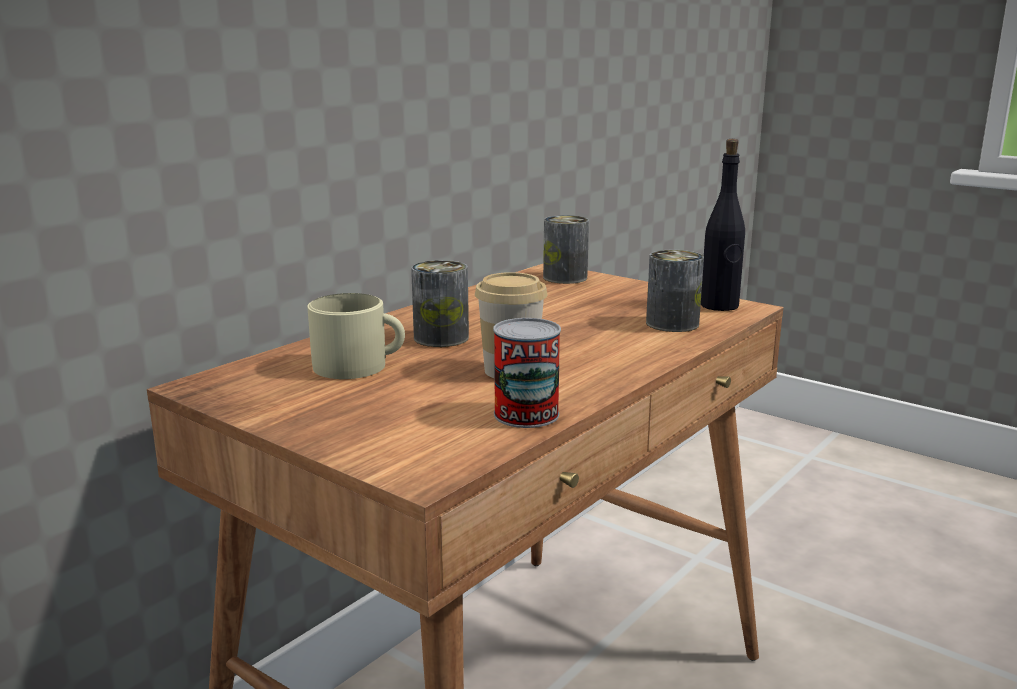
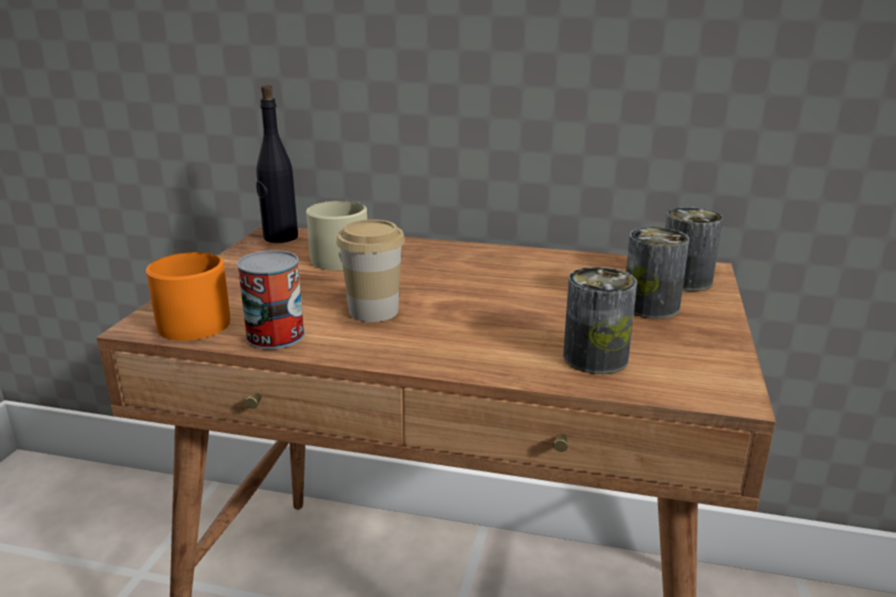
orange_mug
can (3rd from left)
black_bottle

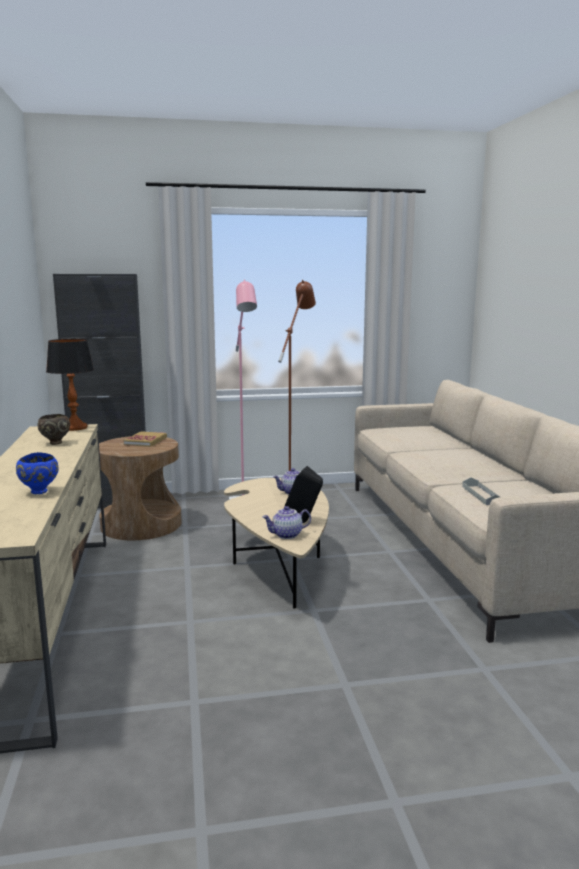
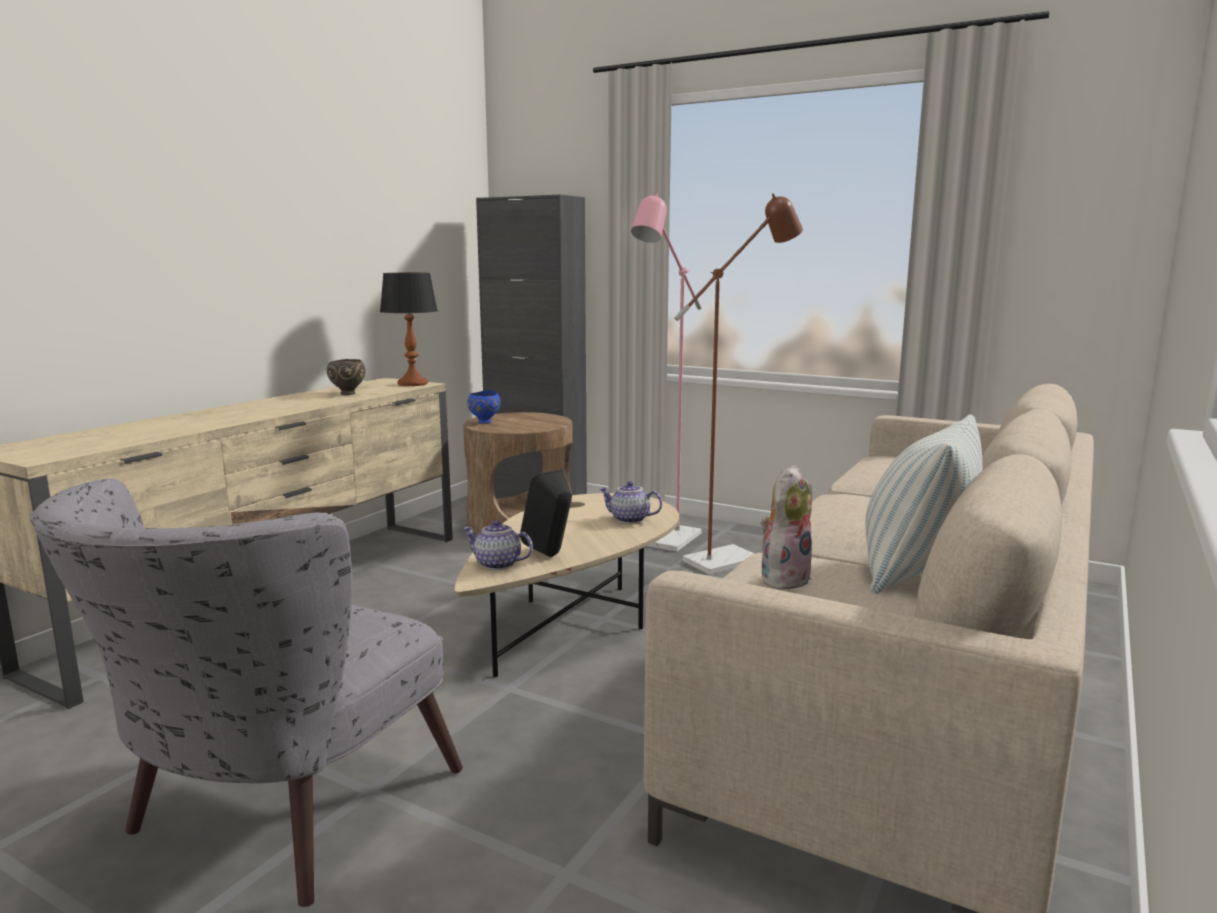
book
grey_armchair
pillow
blue_bowl
plush_toy

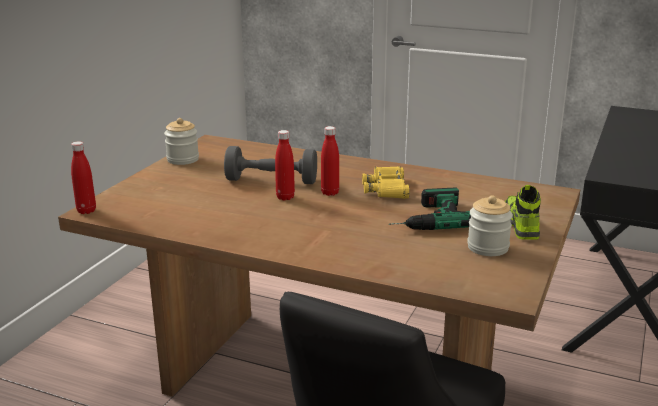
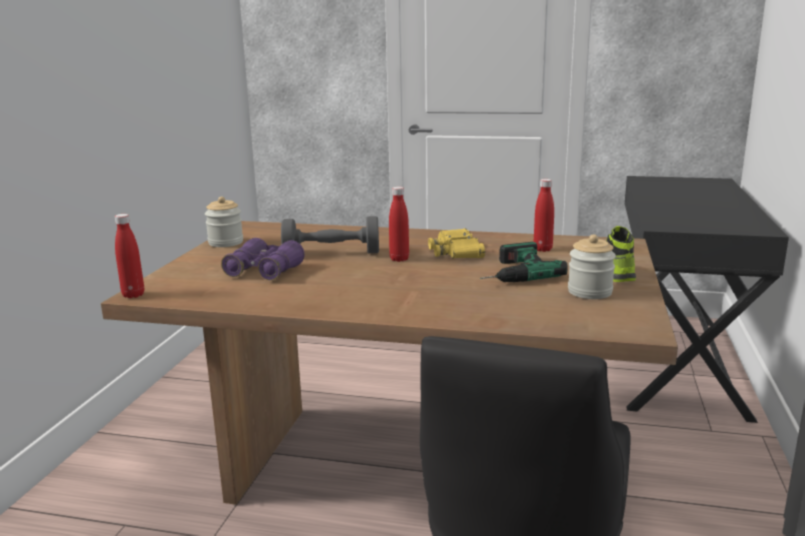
purple_binoculars
red_bottle (3rd from left)

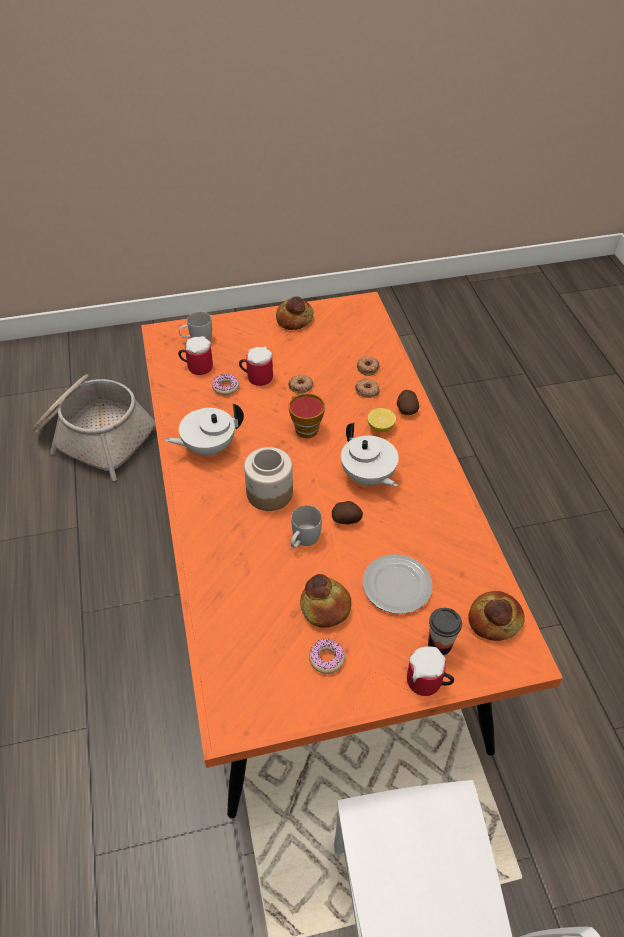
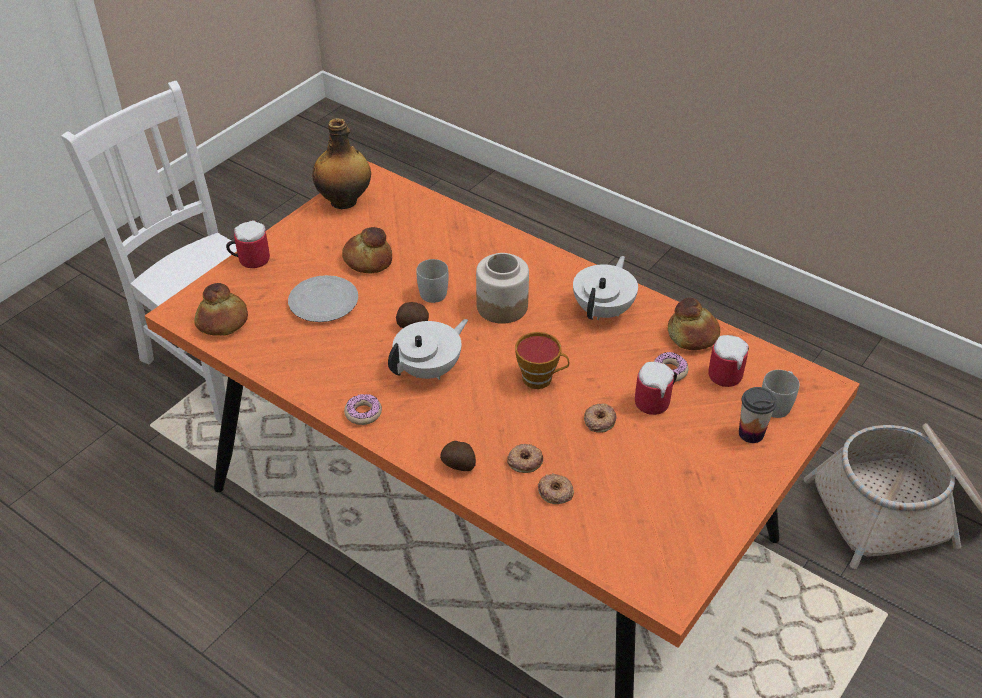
lemon
bottle
bread (3rd from left)
donut (1st from left)
cup (2nd from left)
white_teapot (1st from left)

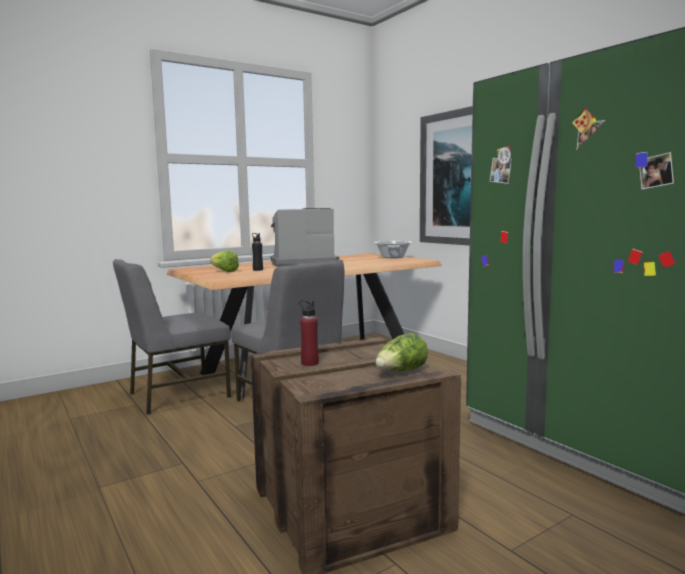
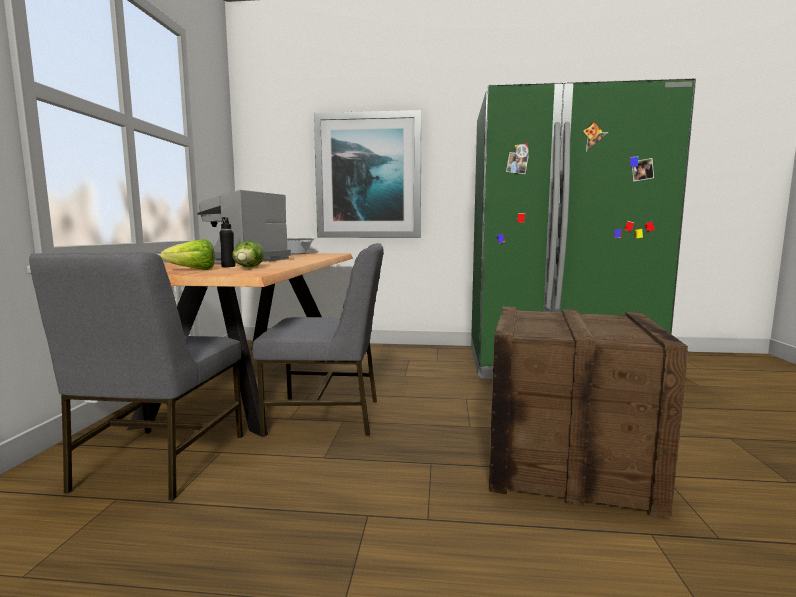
red_bottle
lettuce (2nd from left)

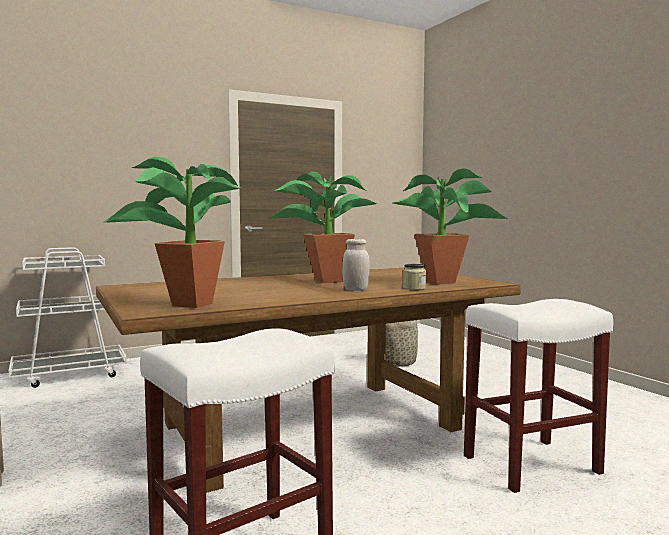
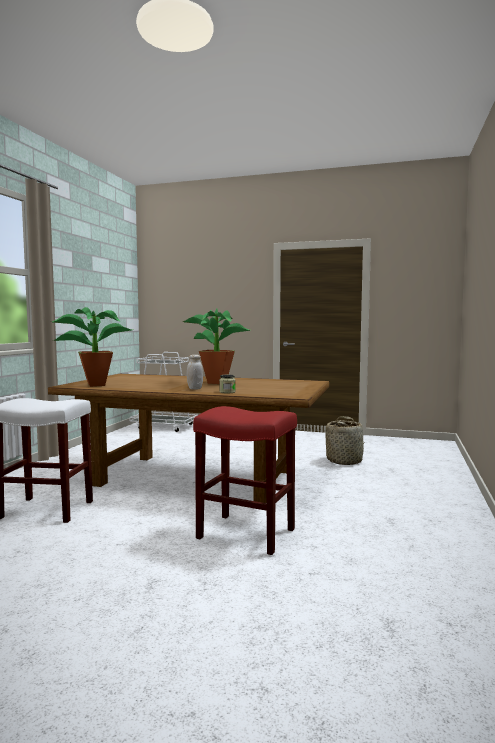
potted_plant (3rd from left in the first image)
red_stool

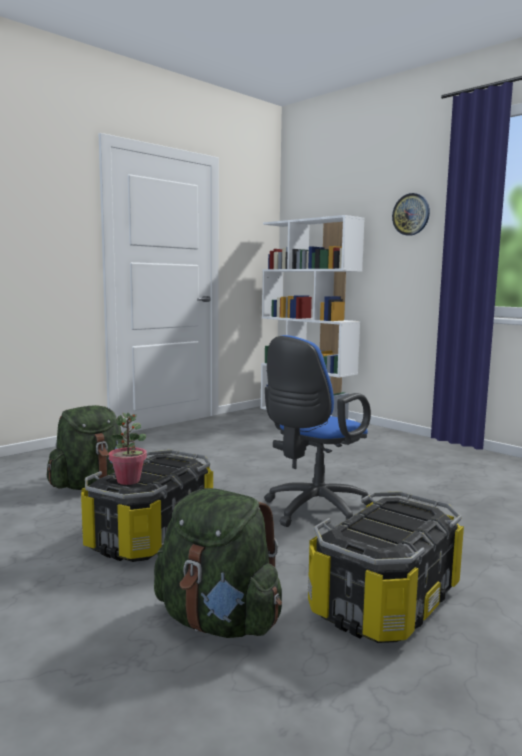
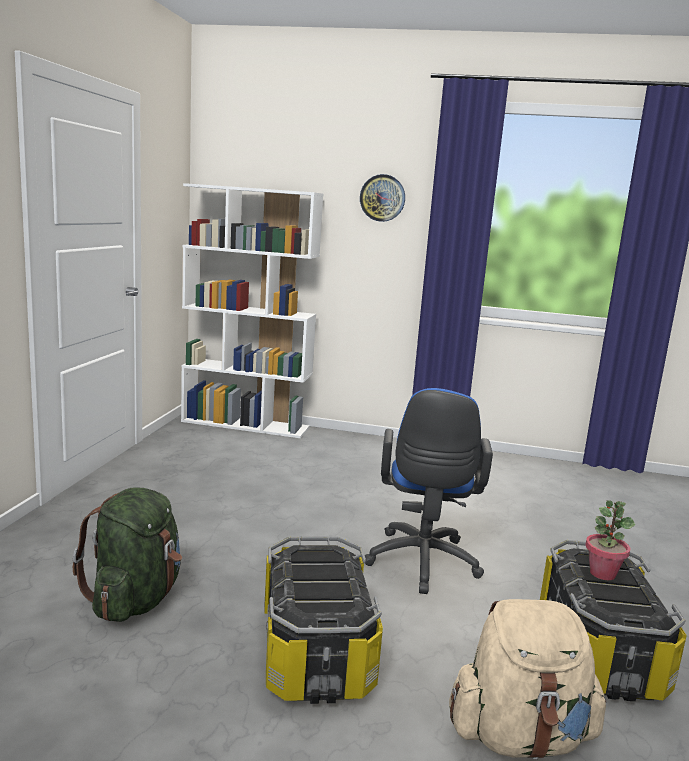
potted_plant
beige_backpack

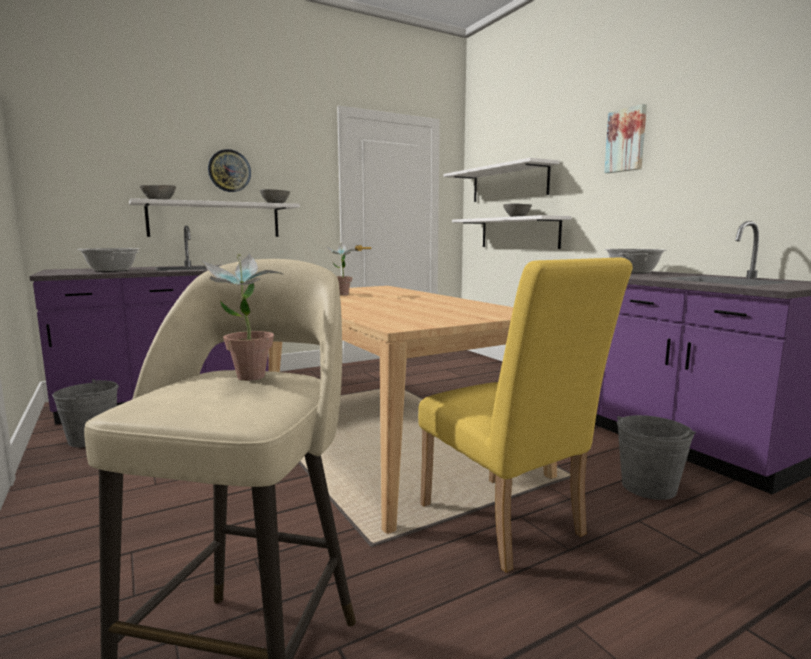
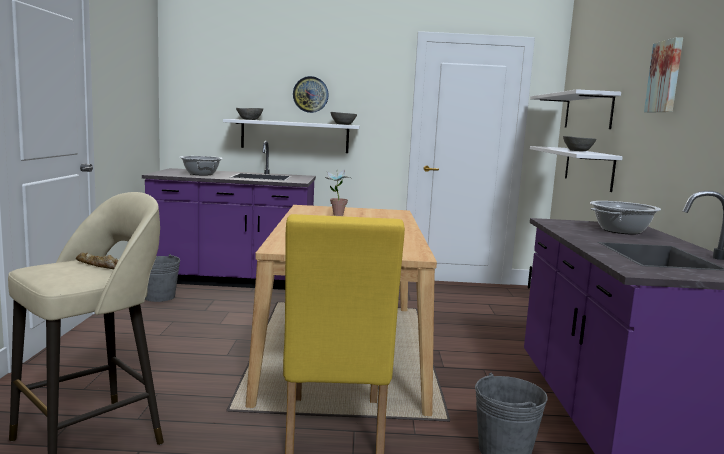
bread

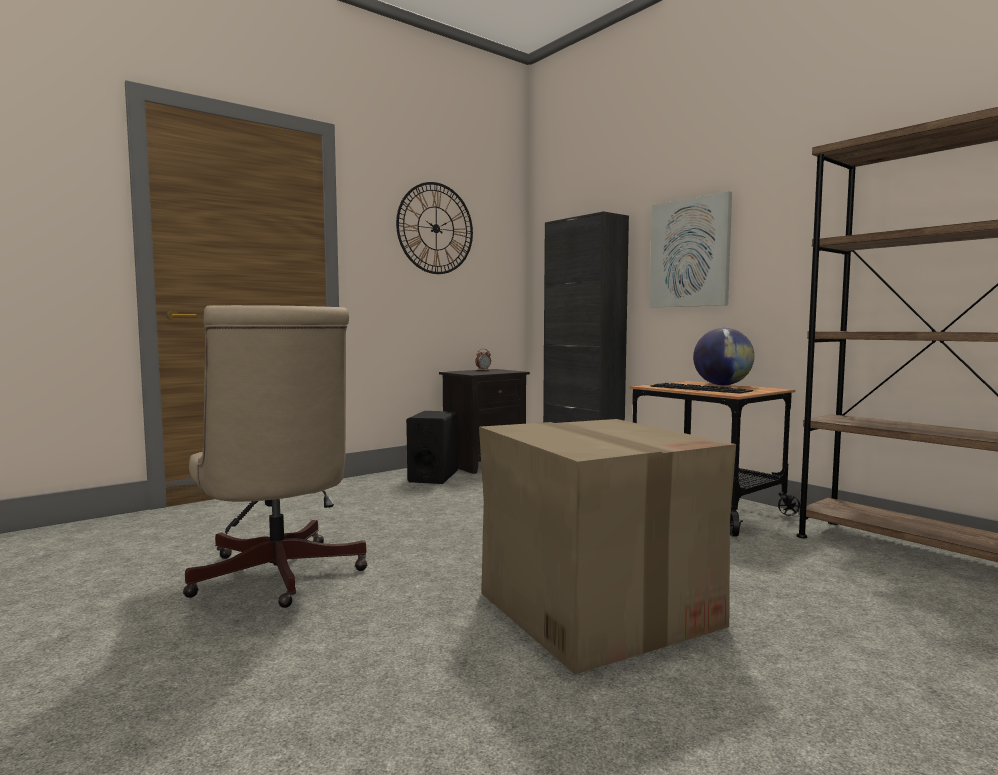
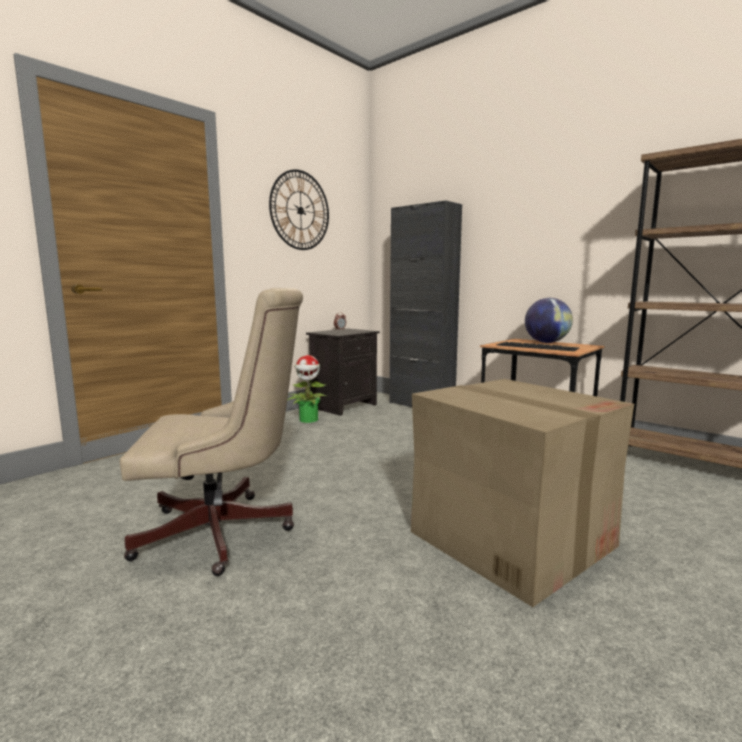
picture
potted_plant
beige_office_chair

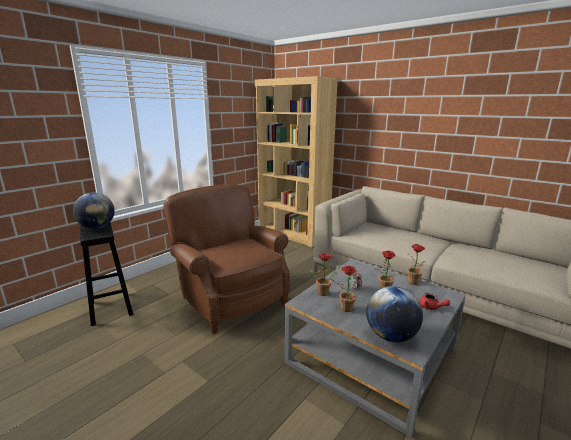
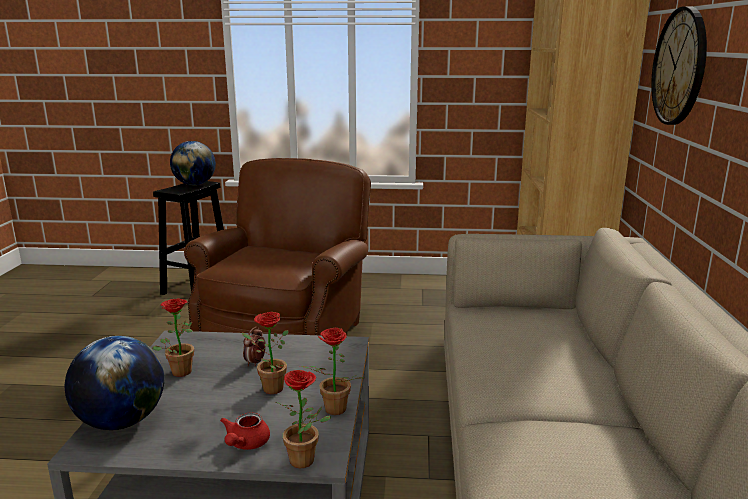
wall_clock
potted_plant (3rd from left)

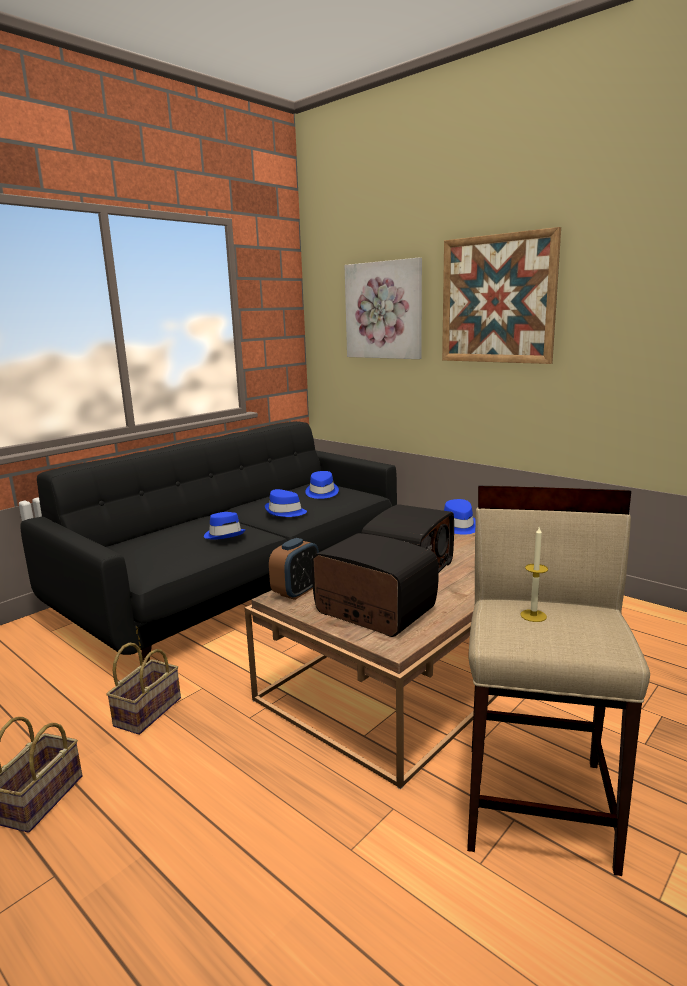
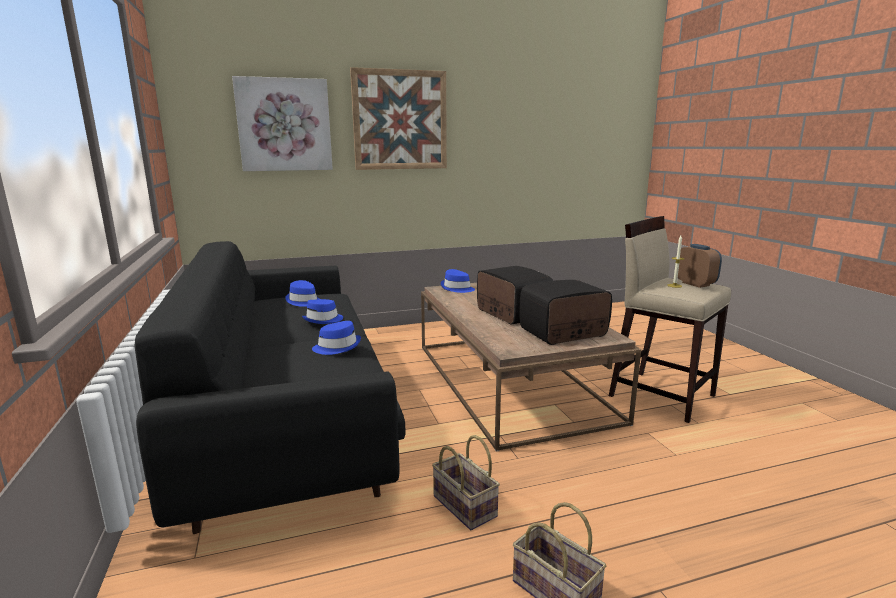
alarm_clock

